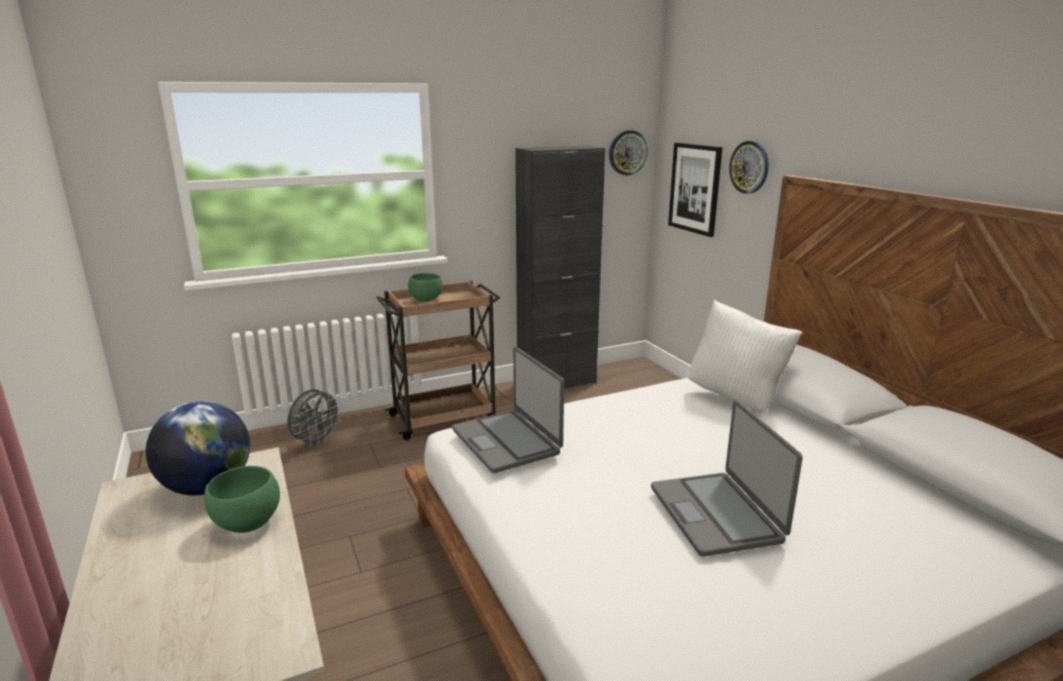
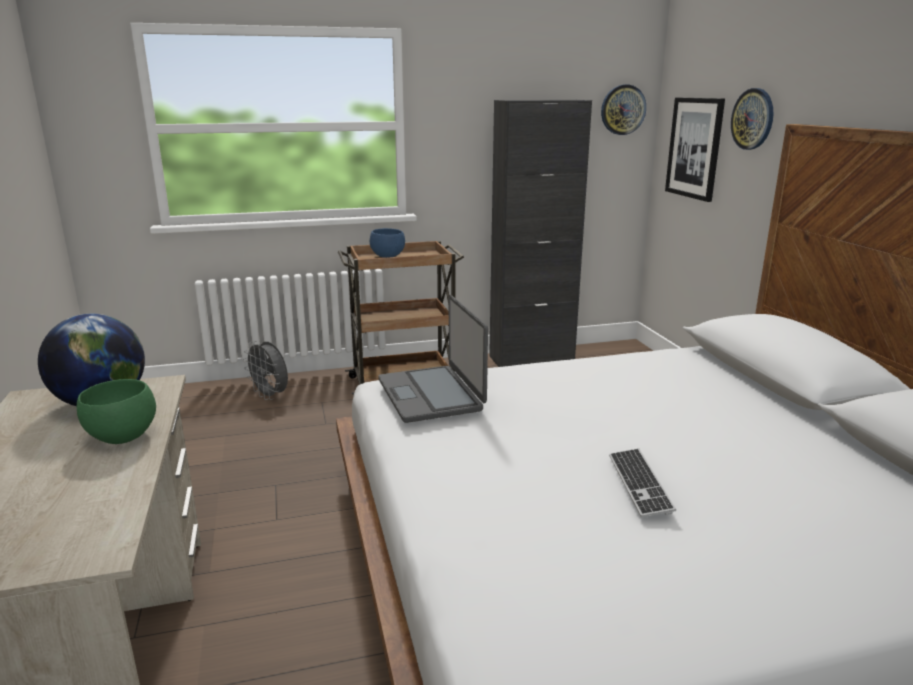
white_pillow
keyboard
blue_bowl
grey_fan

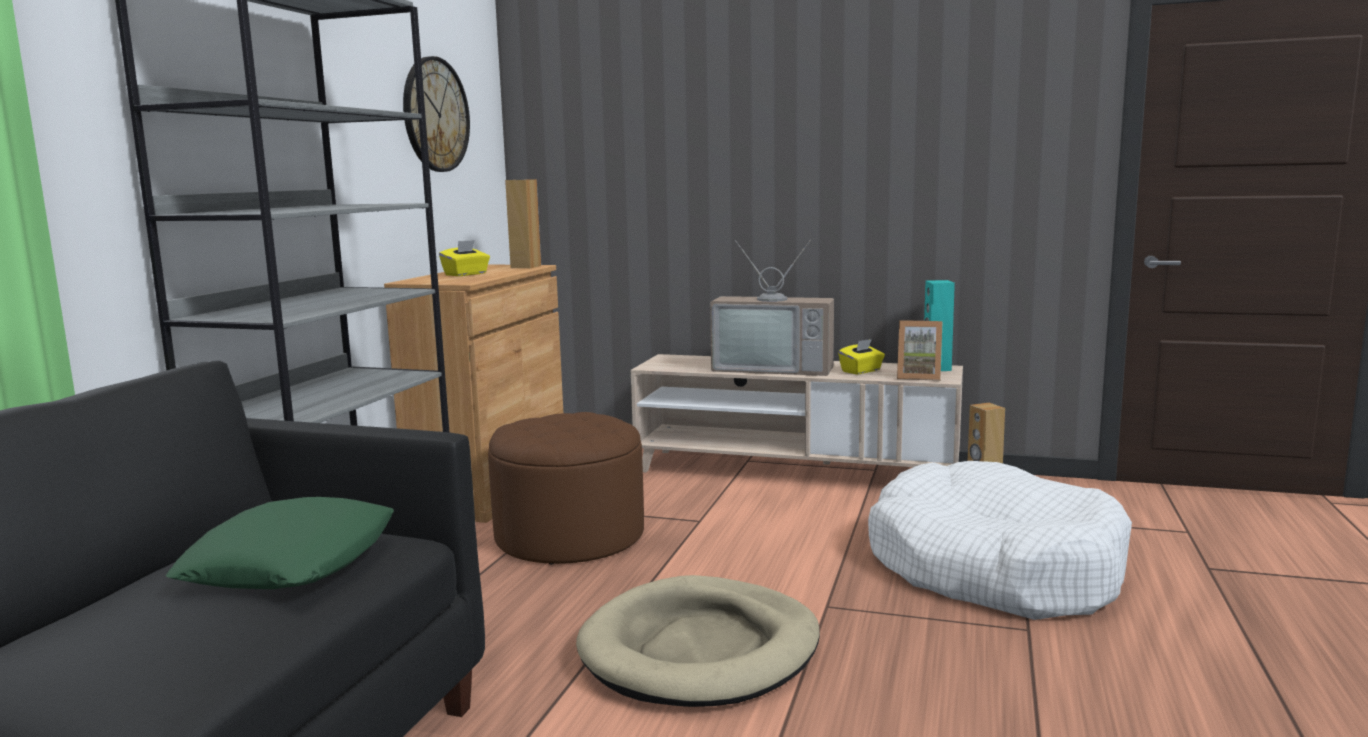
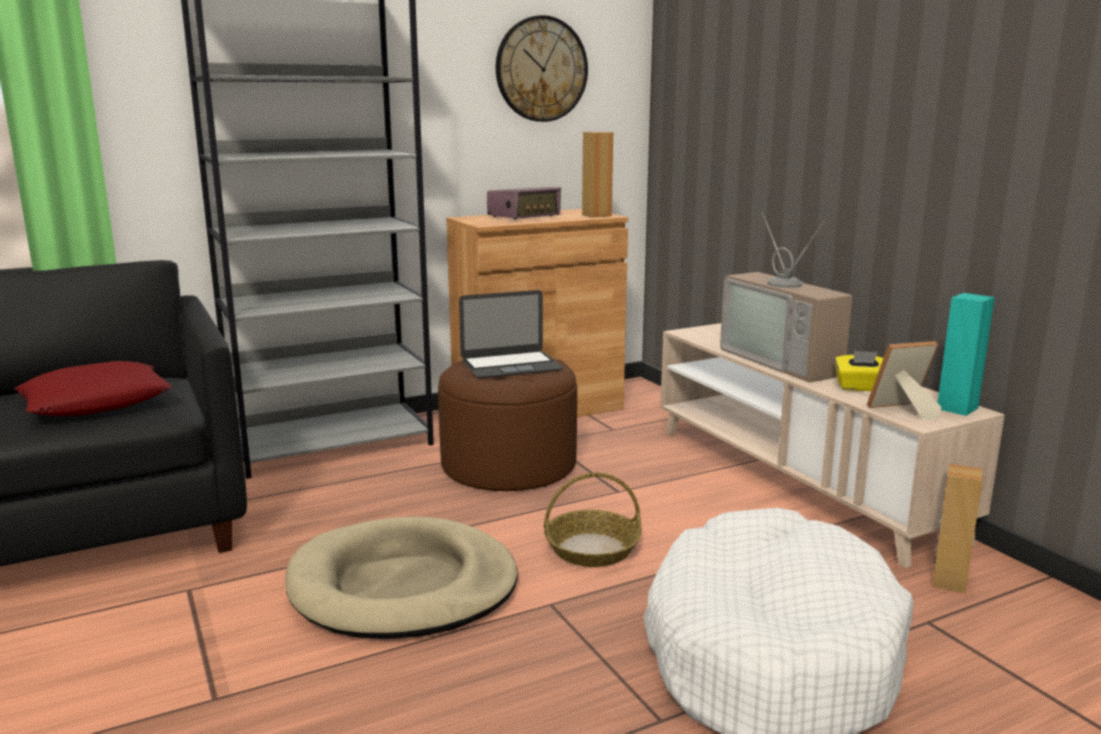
laptop
basket
radio
red_pillow
picture_frame

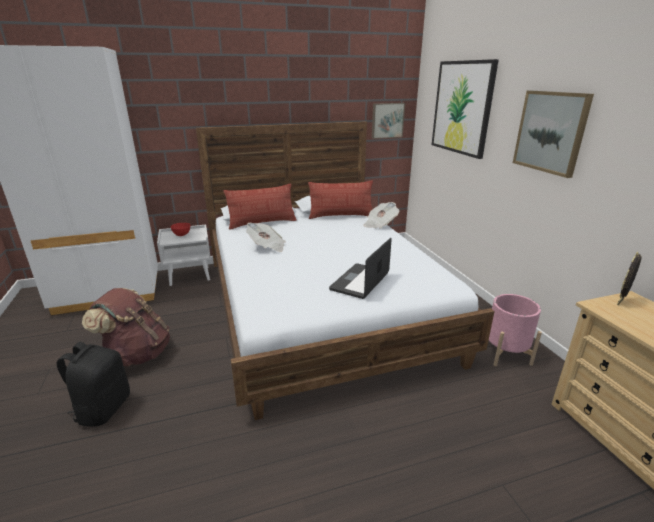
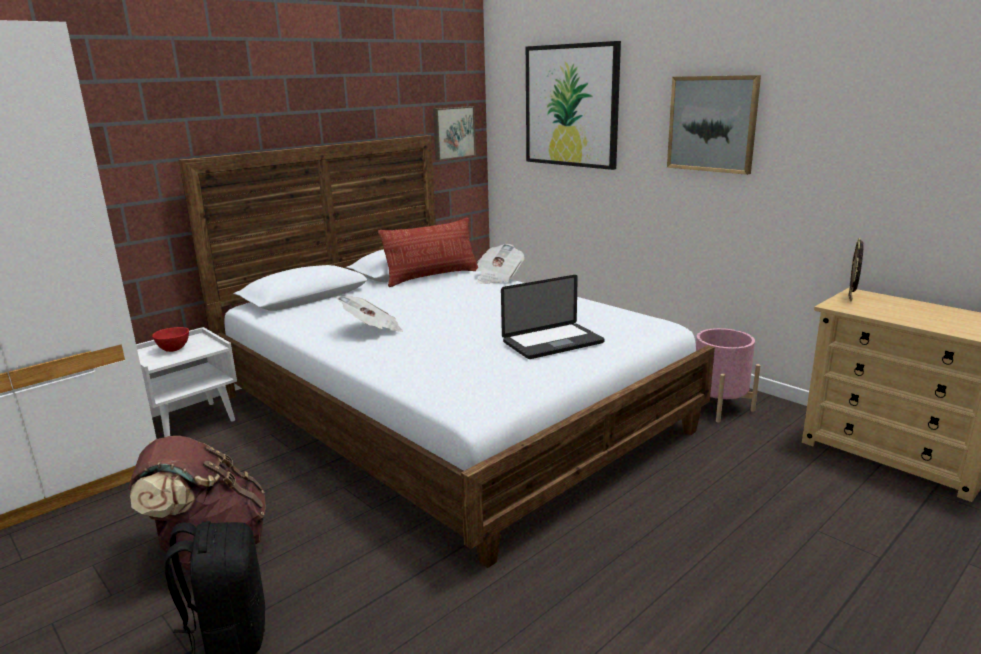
pillow (1st from left in the first image)
laptop

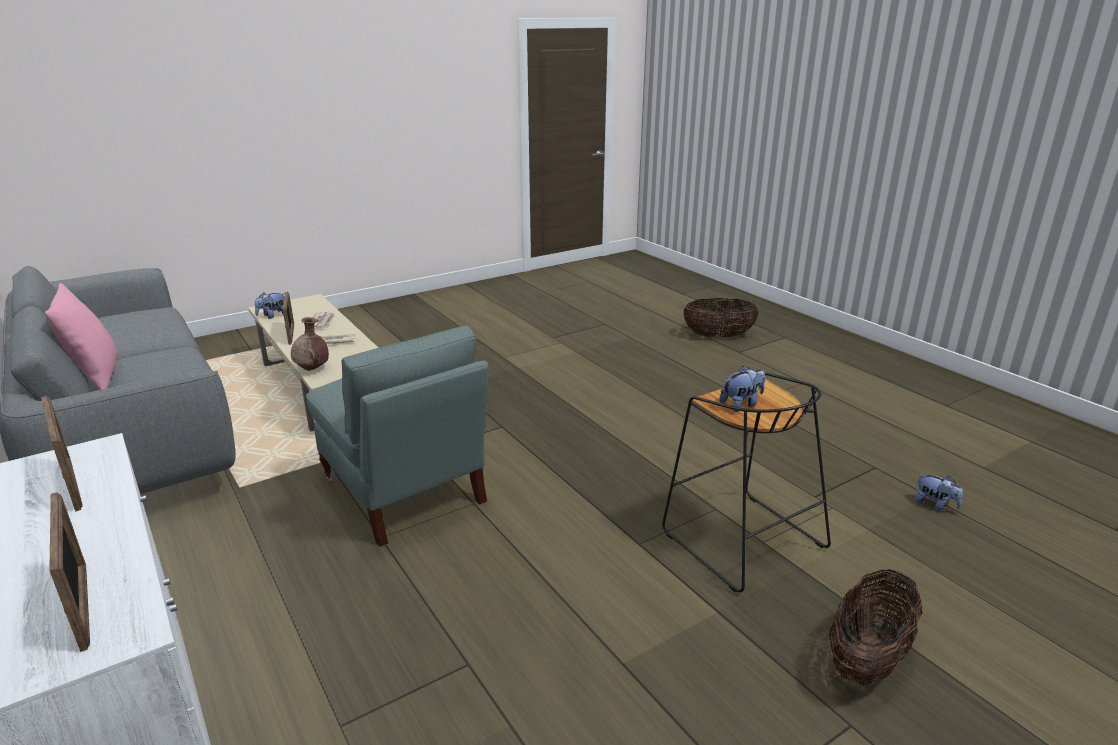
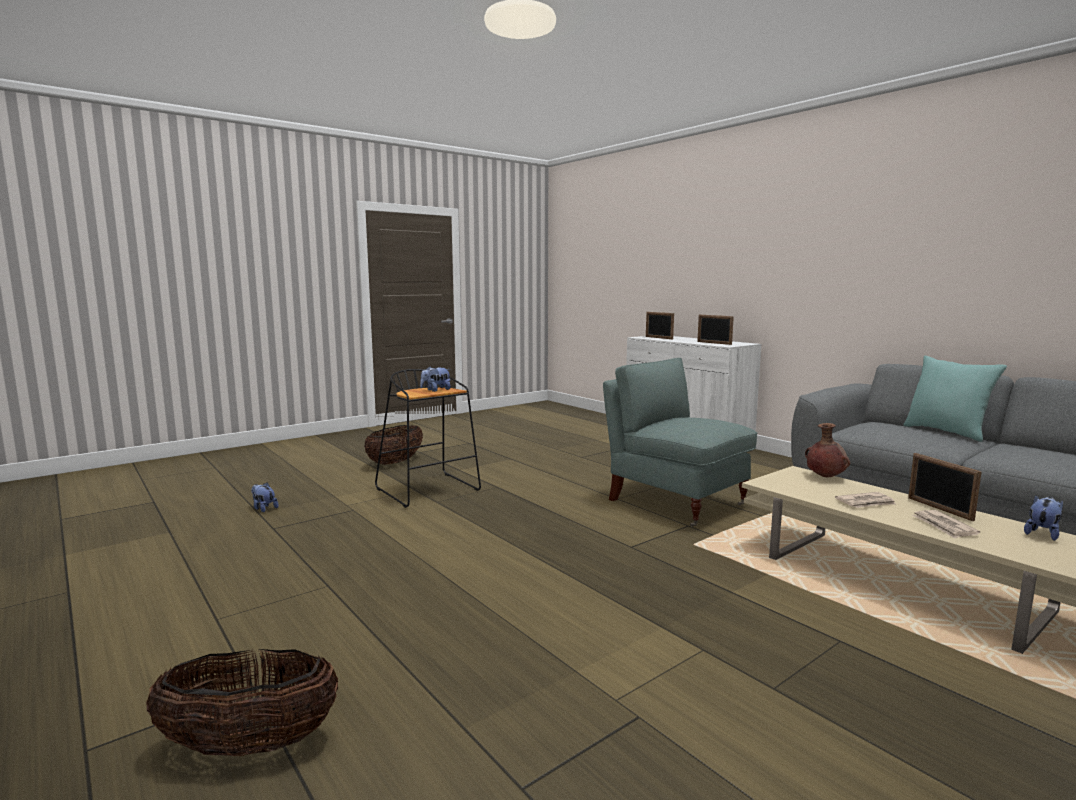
turquoise_pillow

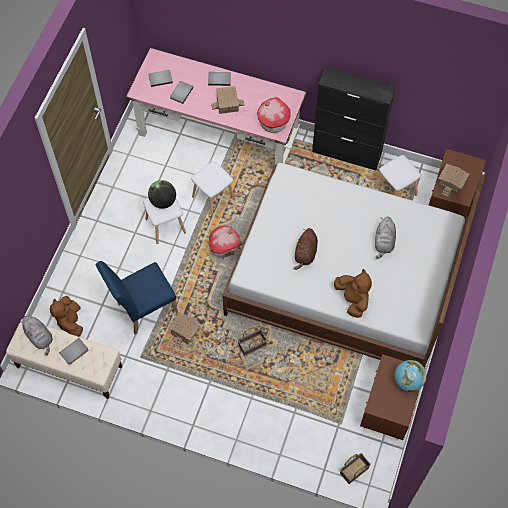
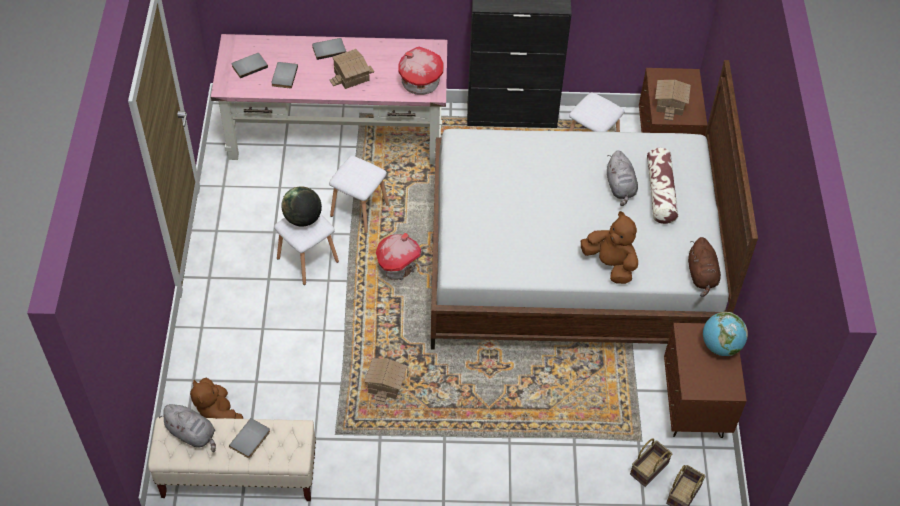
blue_chair
pillow
basket (1st from left)
brown_plush_toy (3rd from left)

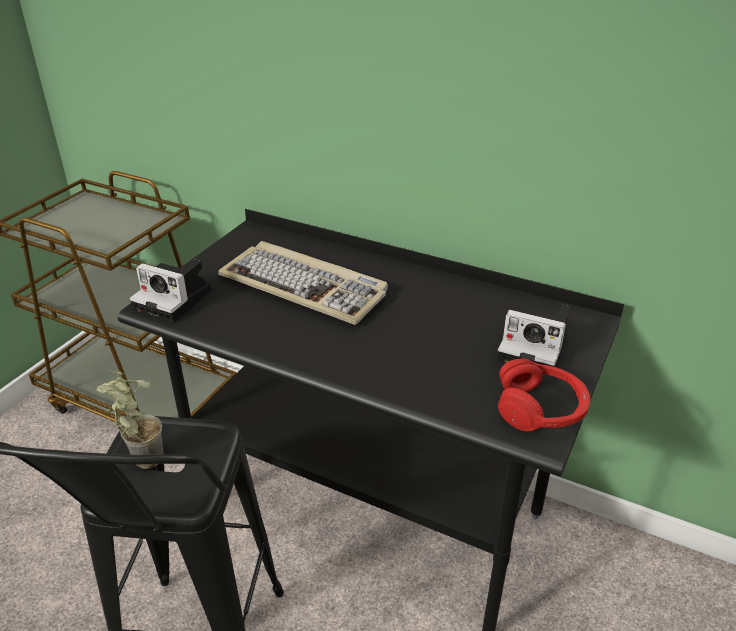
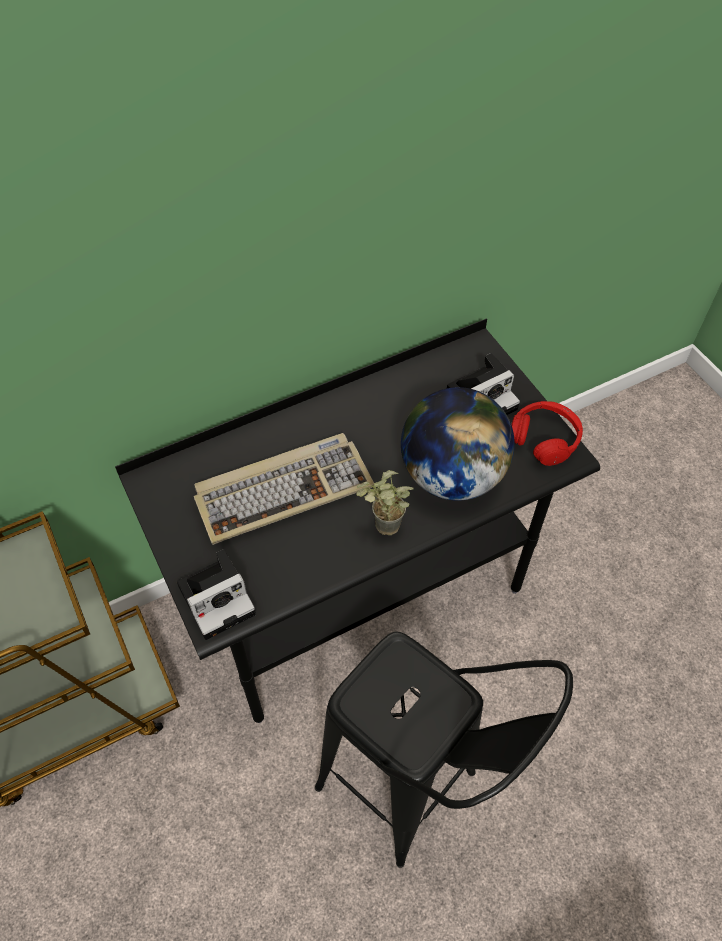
globe
potted_plant

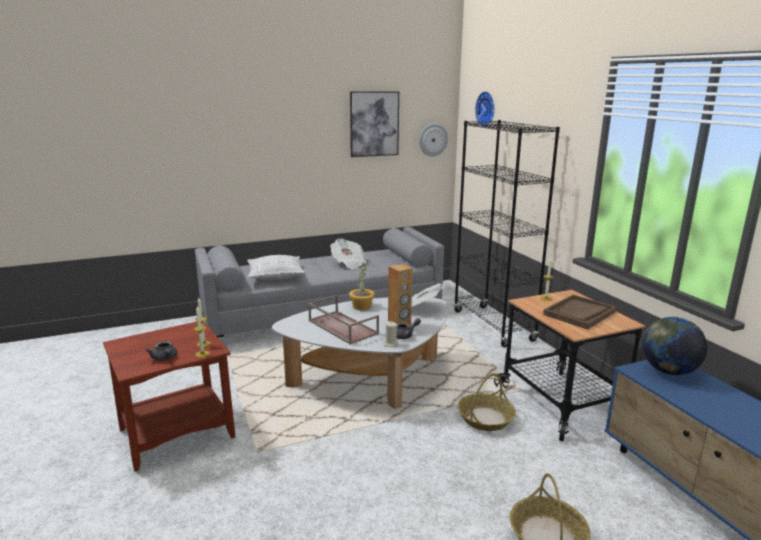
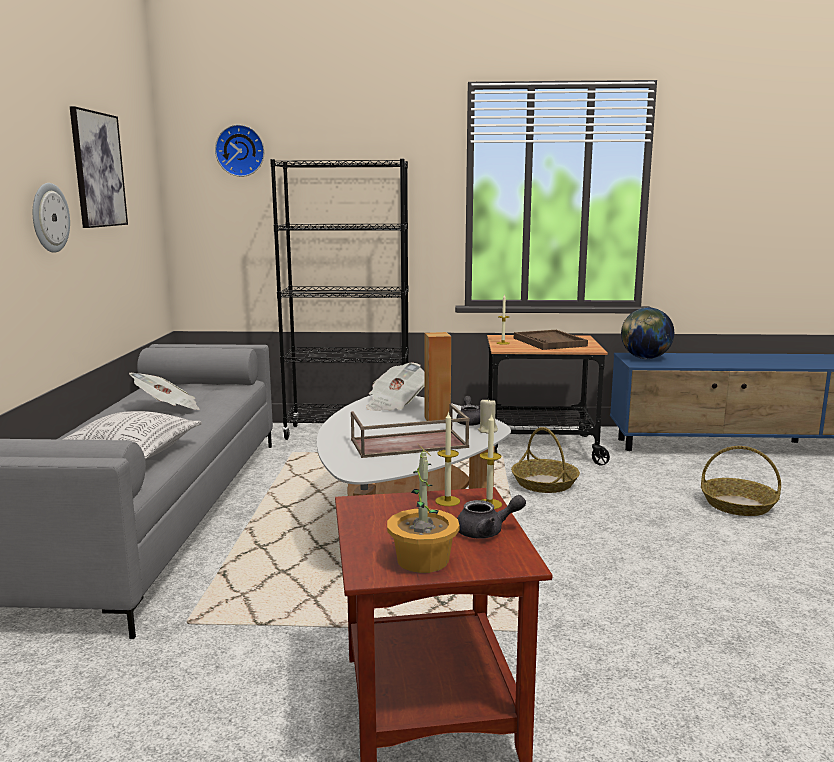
potted_plant
wall_clock (1st from left)

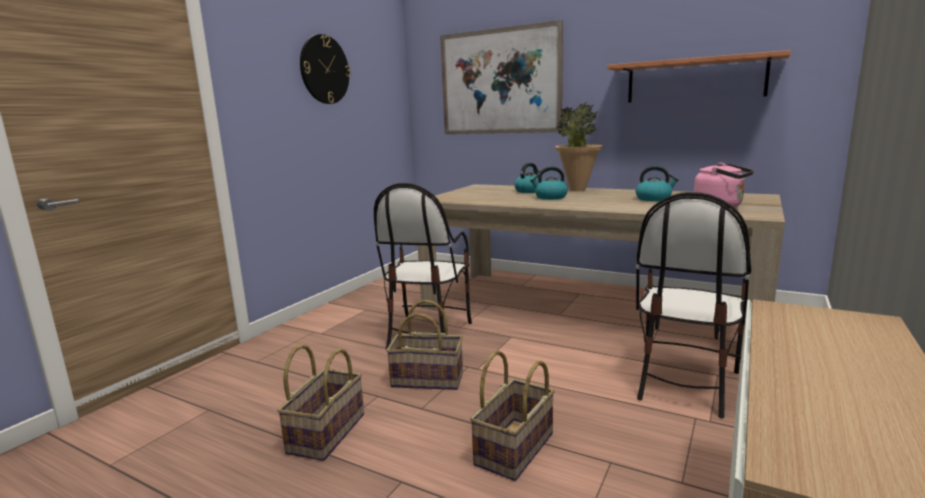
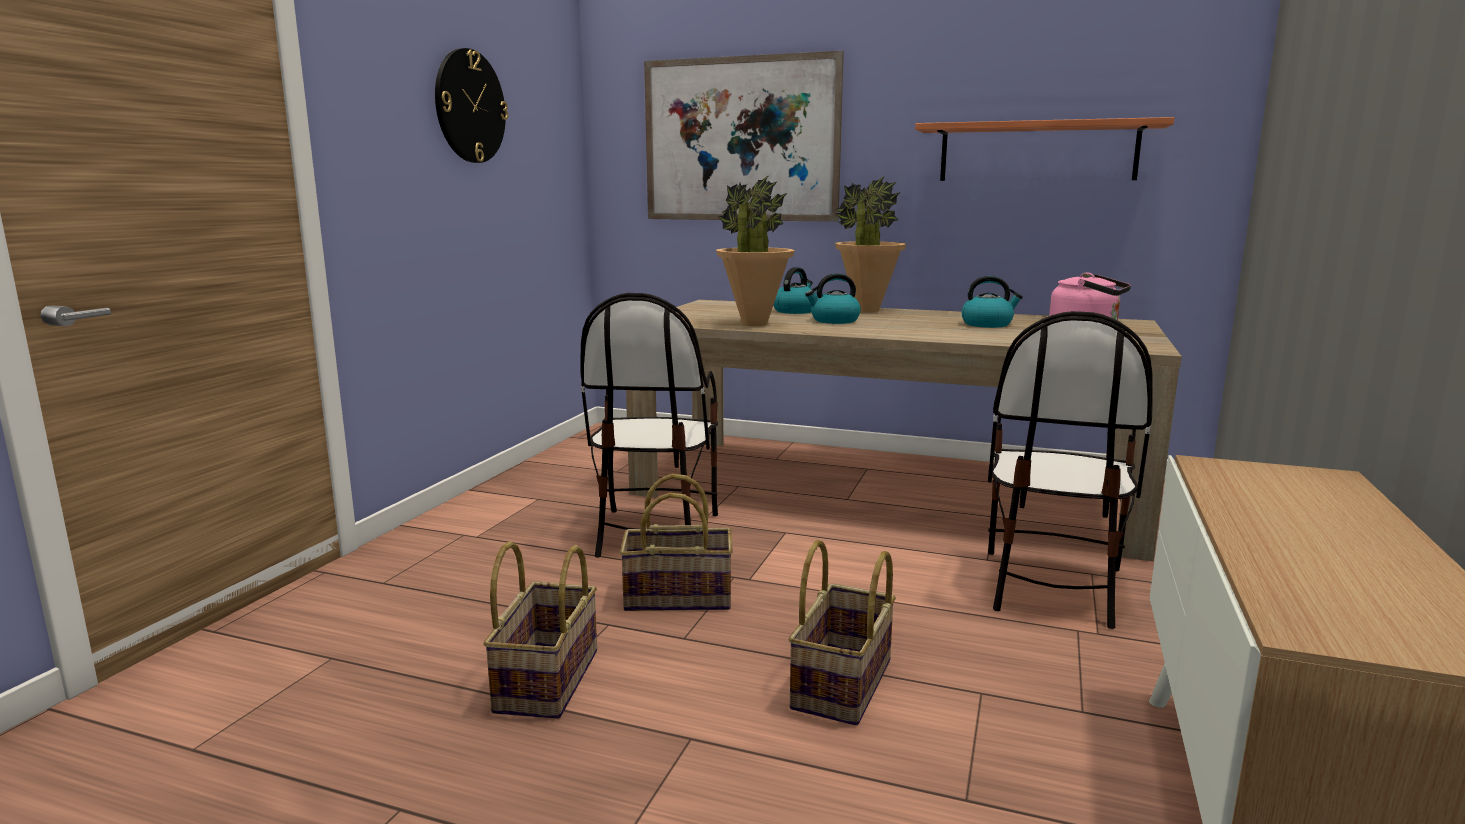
potted_plant (1st from left)

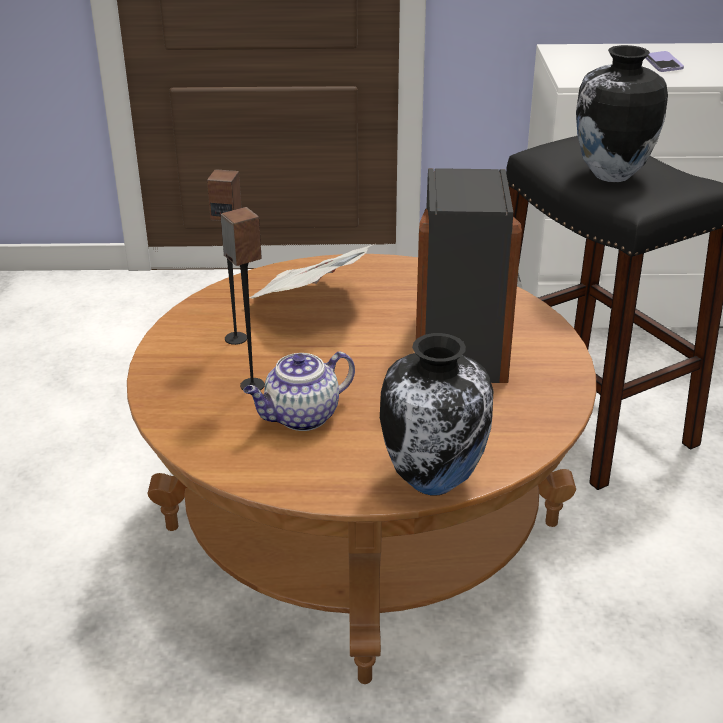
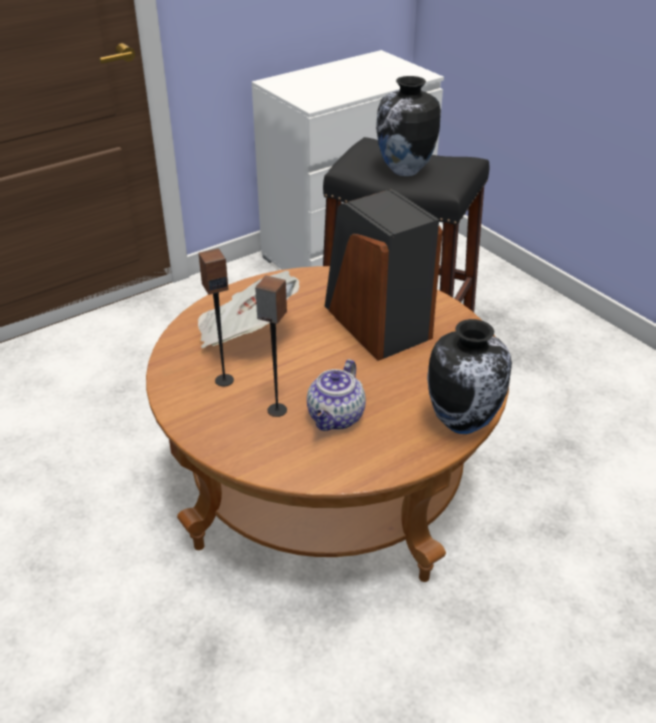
phone

